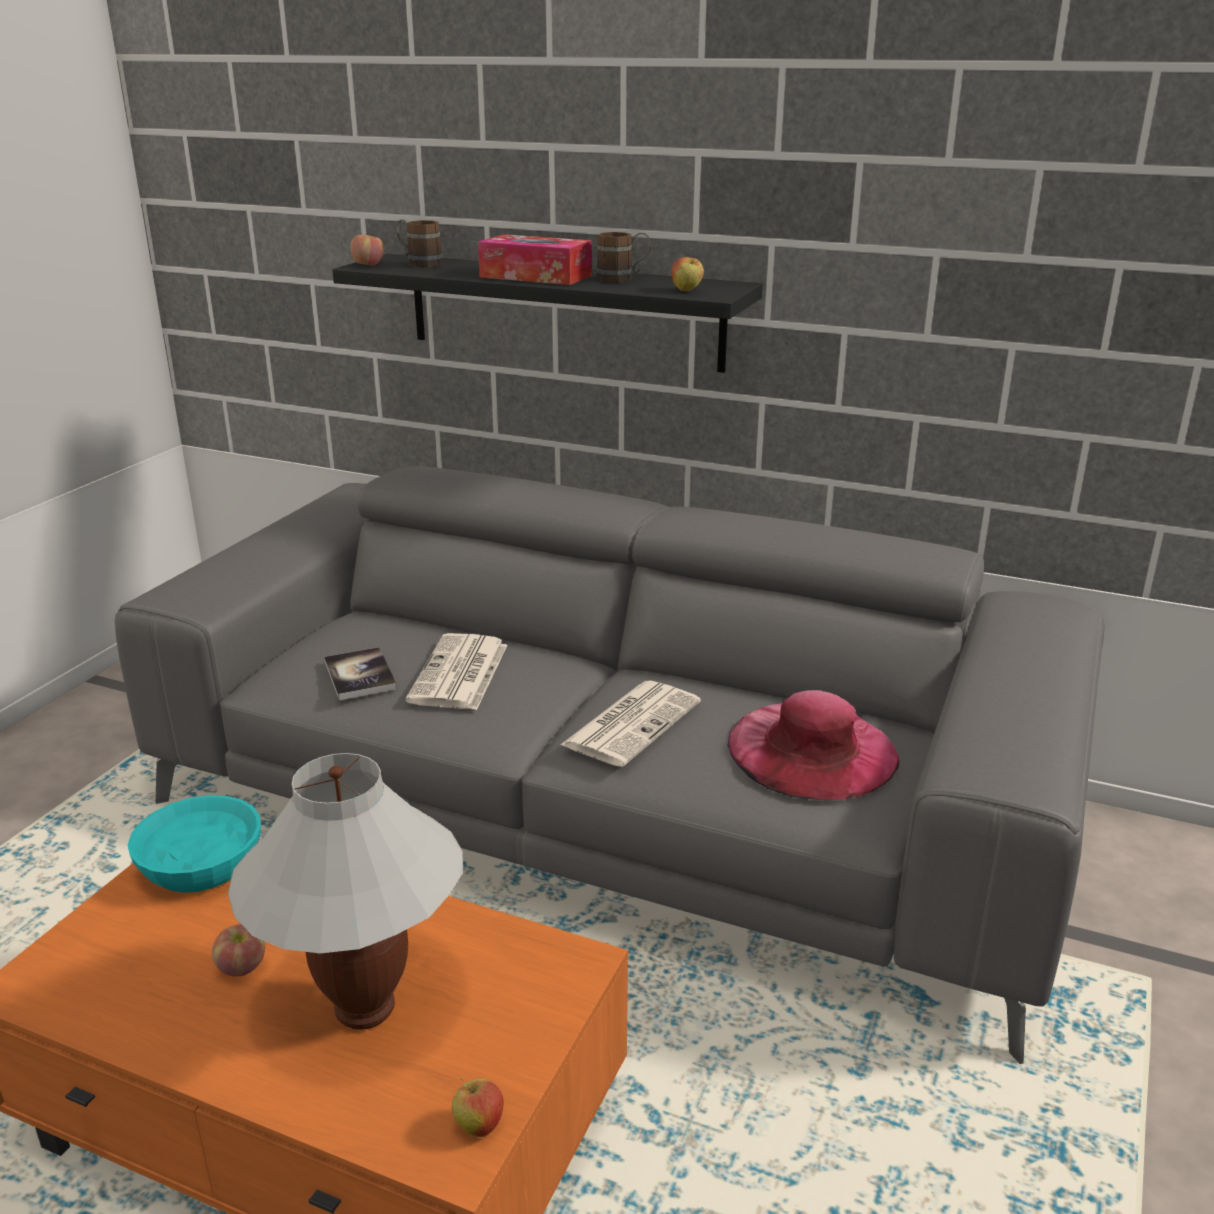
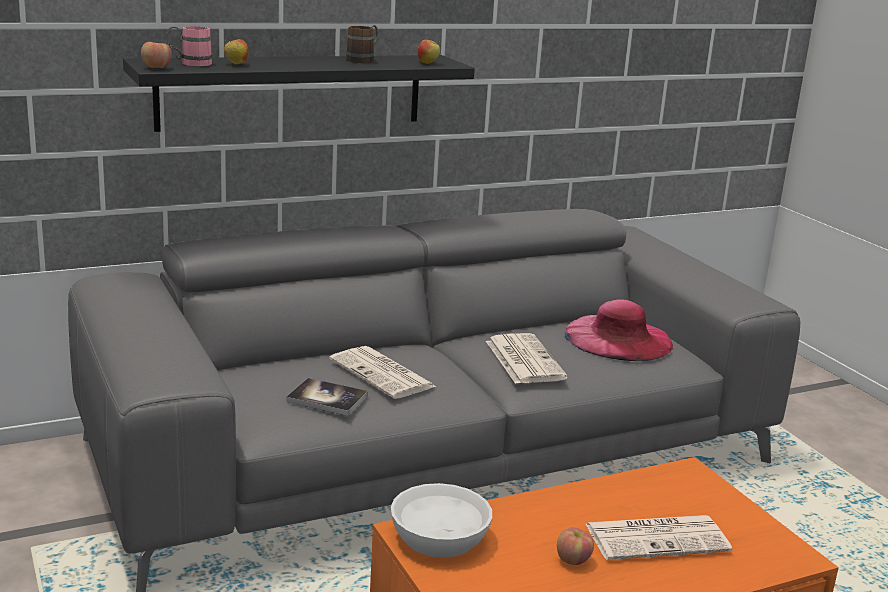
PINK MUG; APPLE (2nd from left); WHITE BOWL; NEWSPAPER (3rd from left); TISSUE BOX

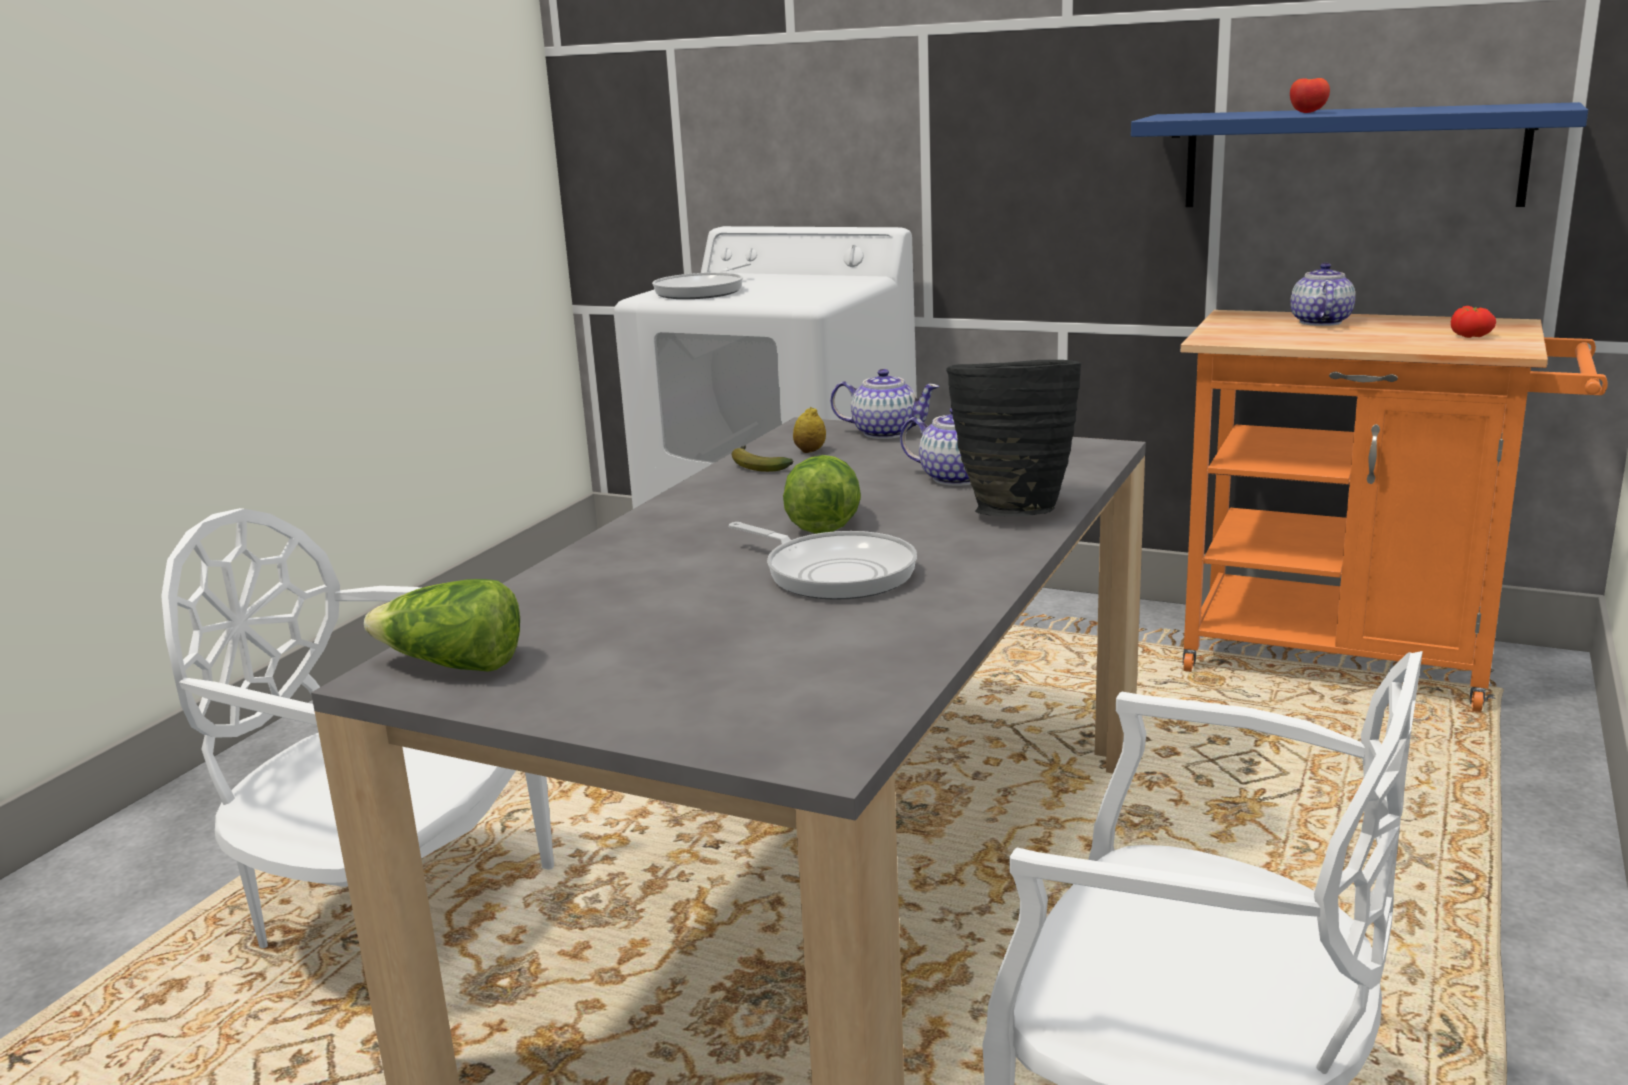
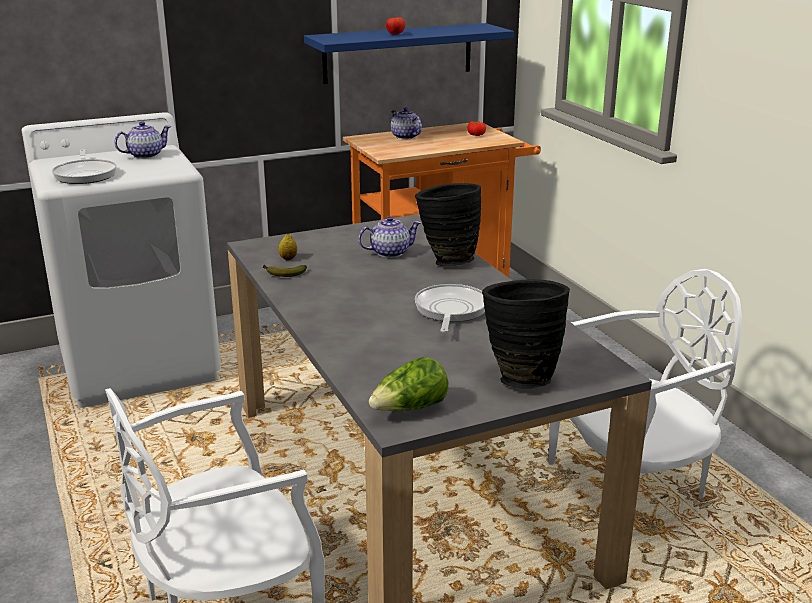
TEAPOT (1st from left); FRYING PAN (2nd from left); BLACK VASE (2nd from left); LETTUCE (2nd from left in the first image)

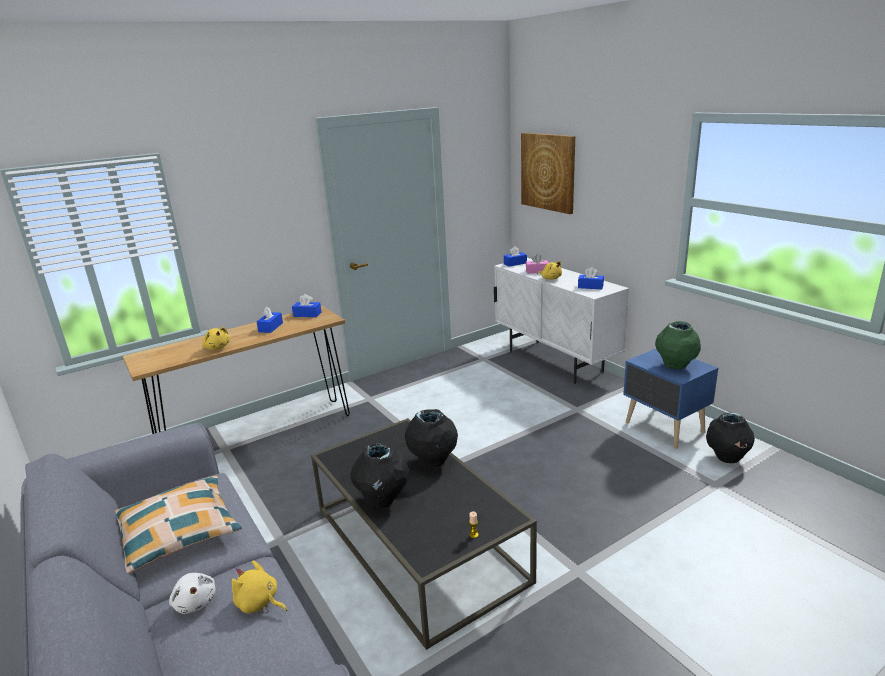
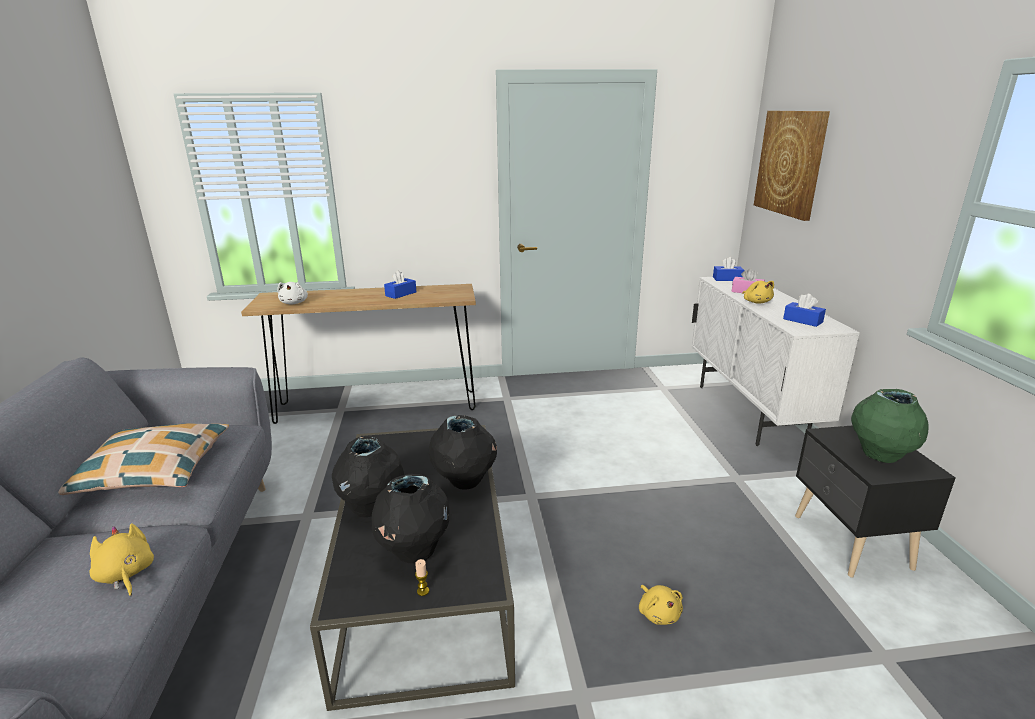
WHITE PLUSH TOY; BLACK VASE (2nd from left); YELLOW PLUSH TOY (2nd from left); BLACK NIGHTSTAND; BLUE TISSUE BOX (2nd from left in the first image)

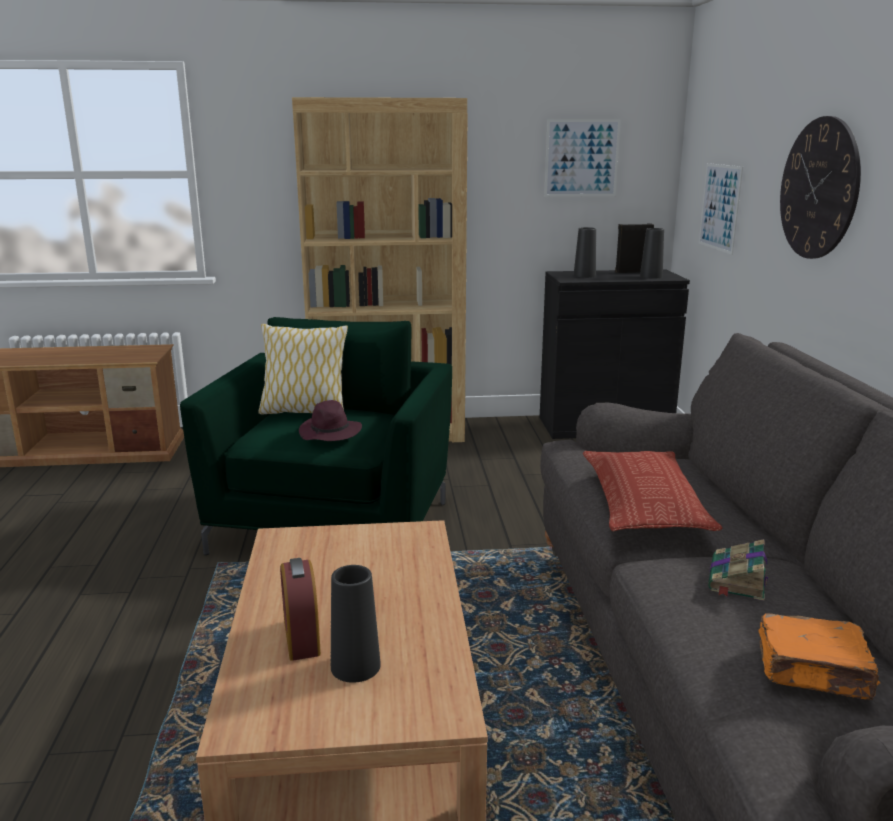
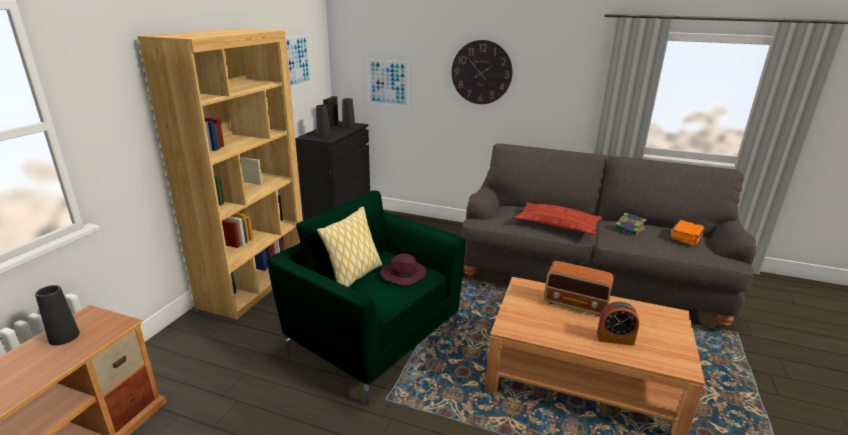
BLACK VASE (1st from left); RADIO

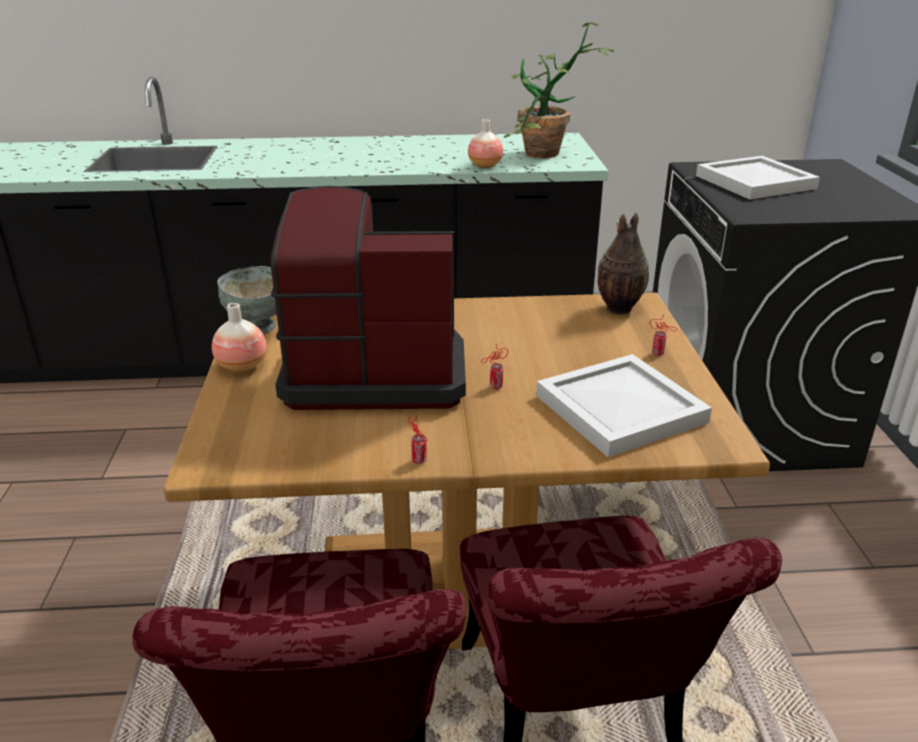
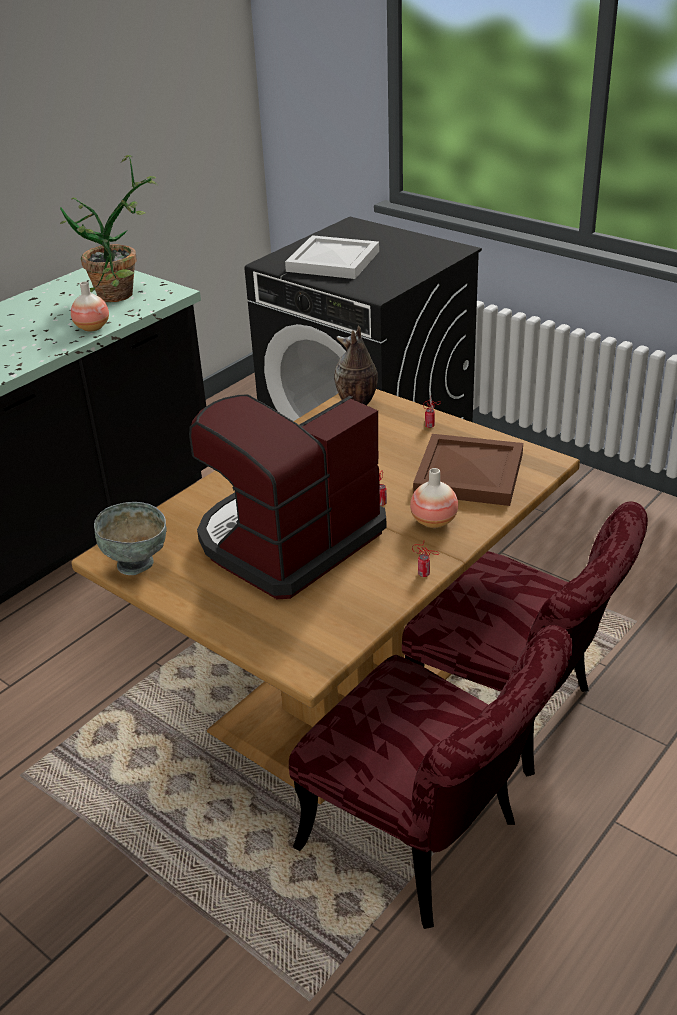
VASE (3rd from left); BROWN TRAY

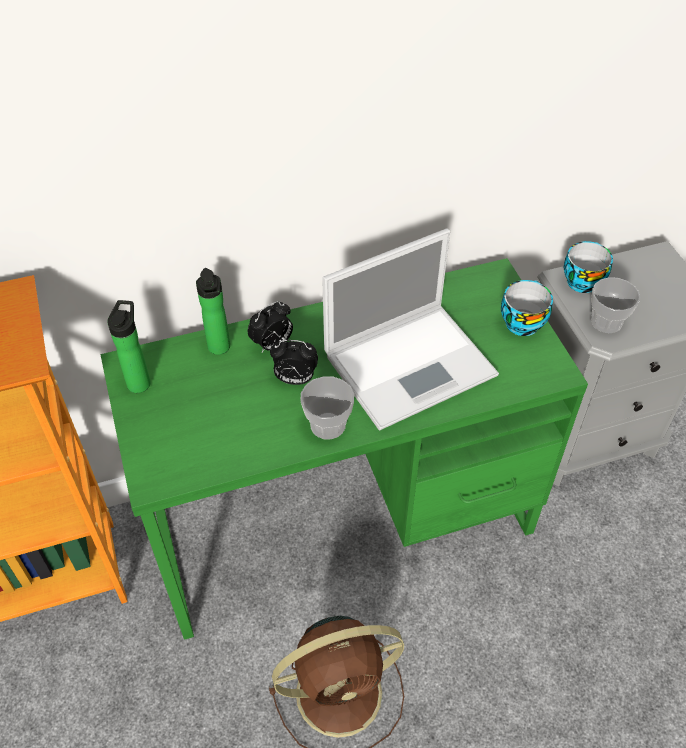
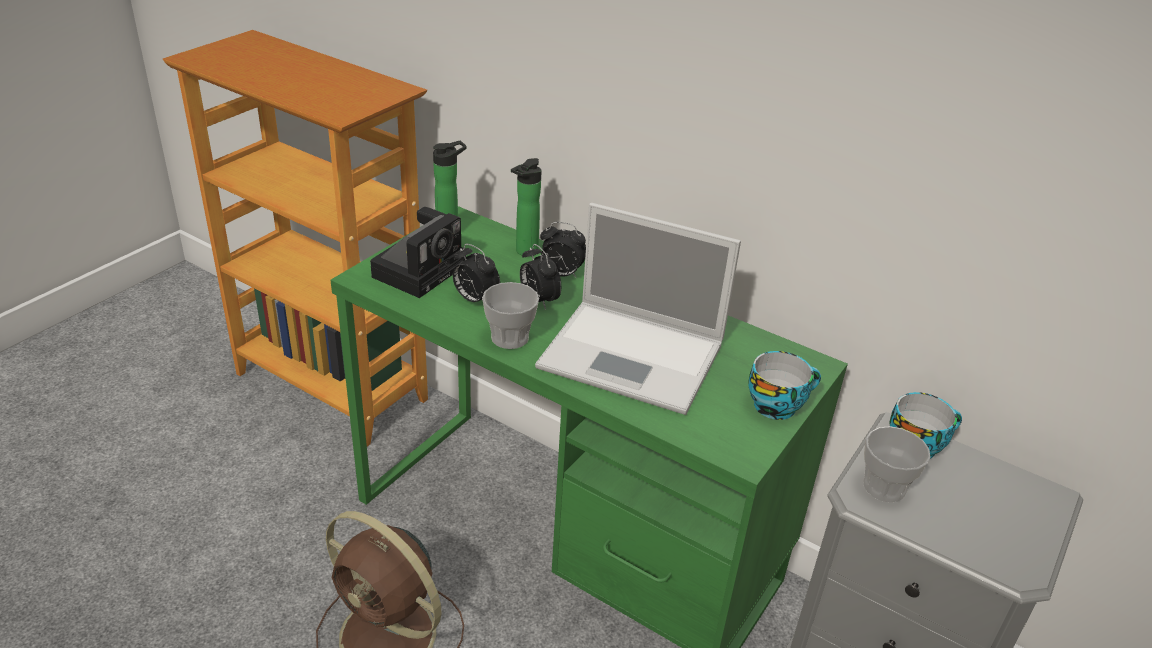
PHOTO CAMERA; ALARM CLOCK (1st from left)

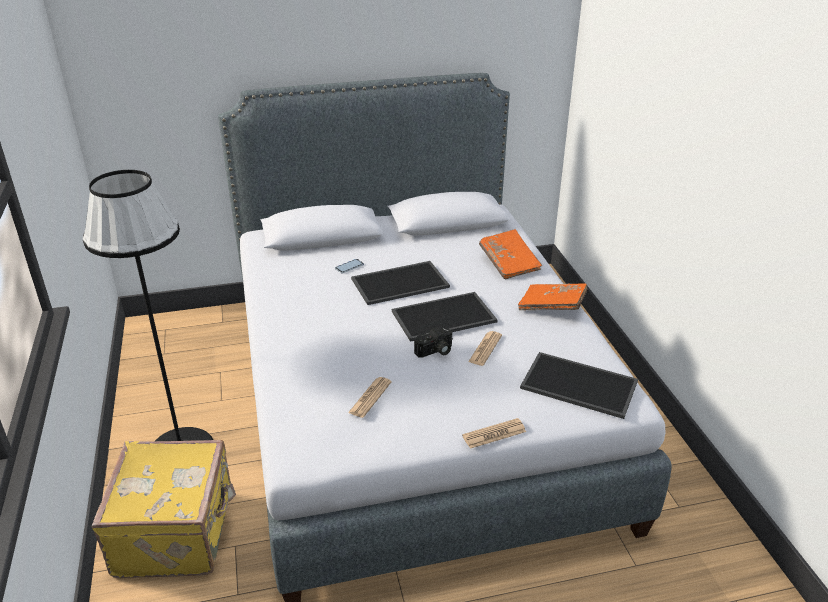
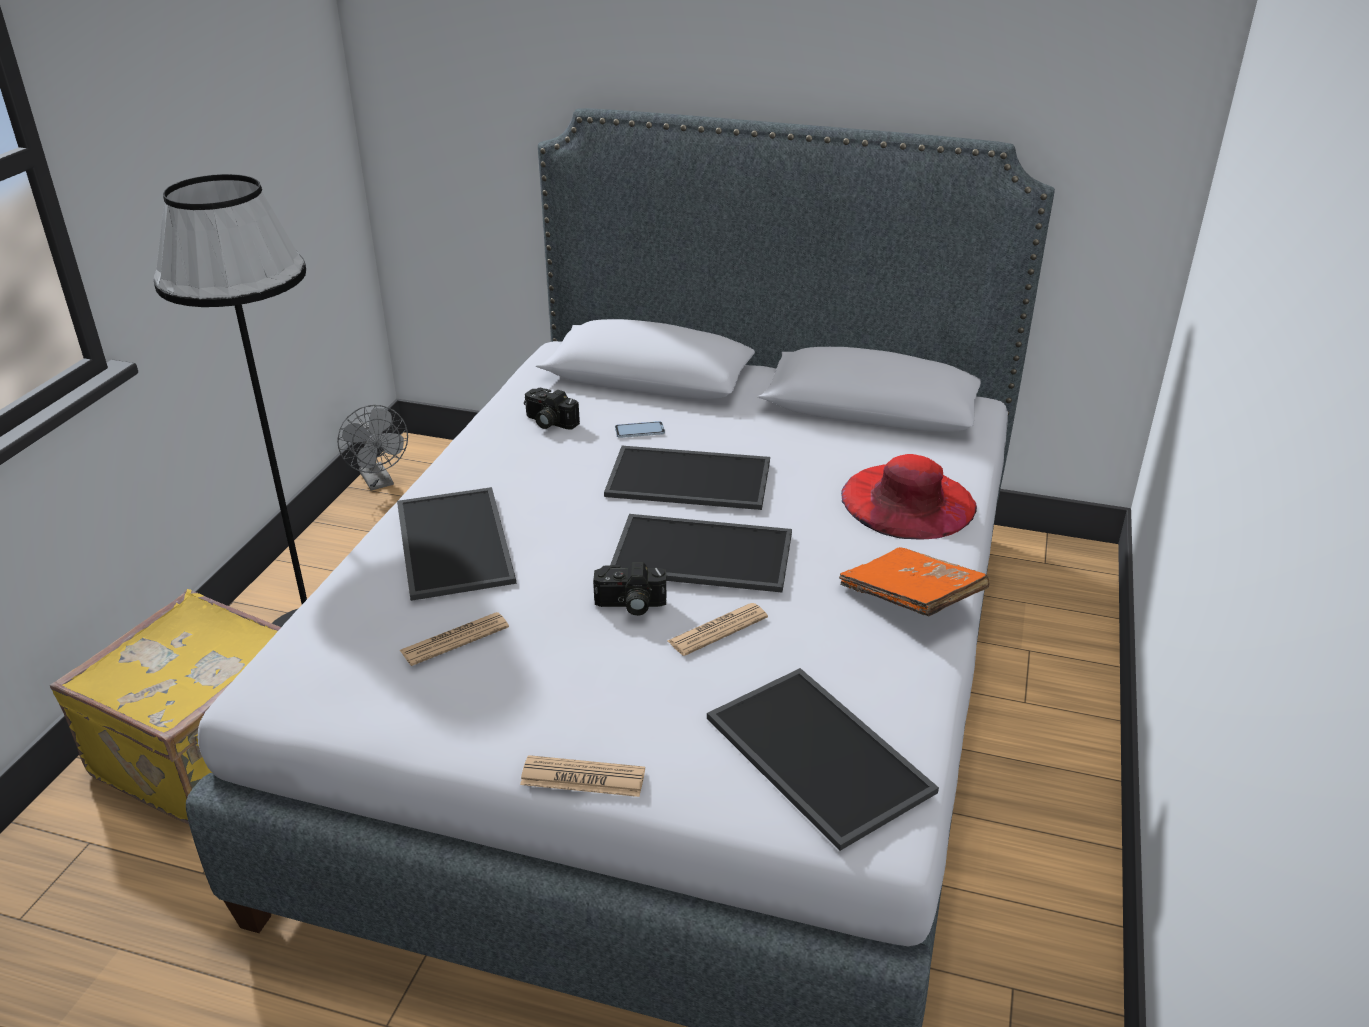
GREY FAN; TRAY (1st from left); PHOTO CAMERA (1st from left); RED HAT

